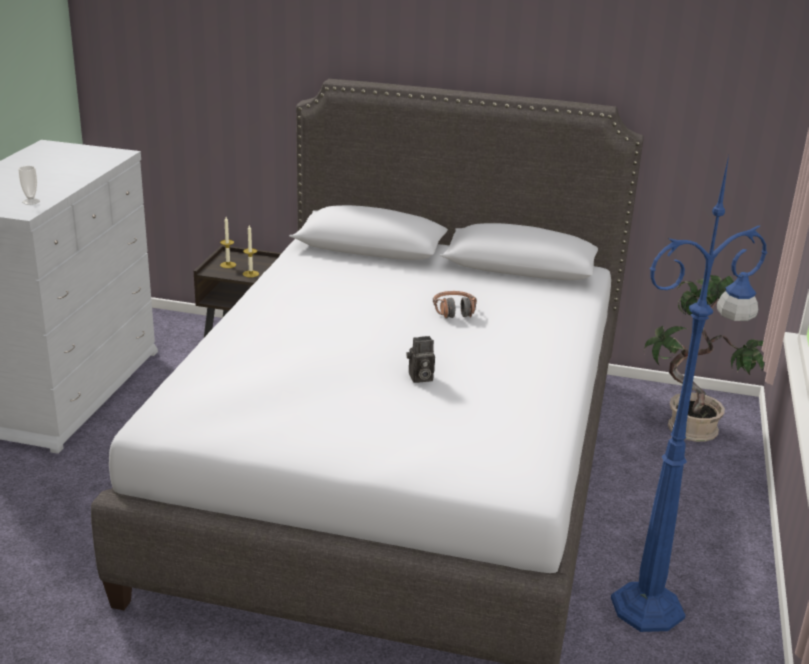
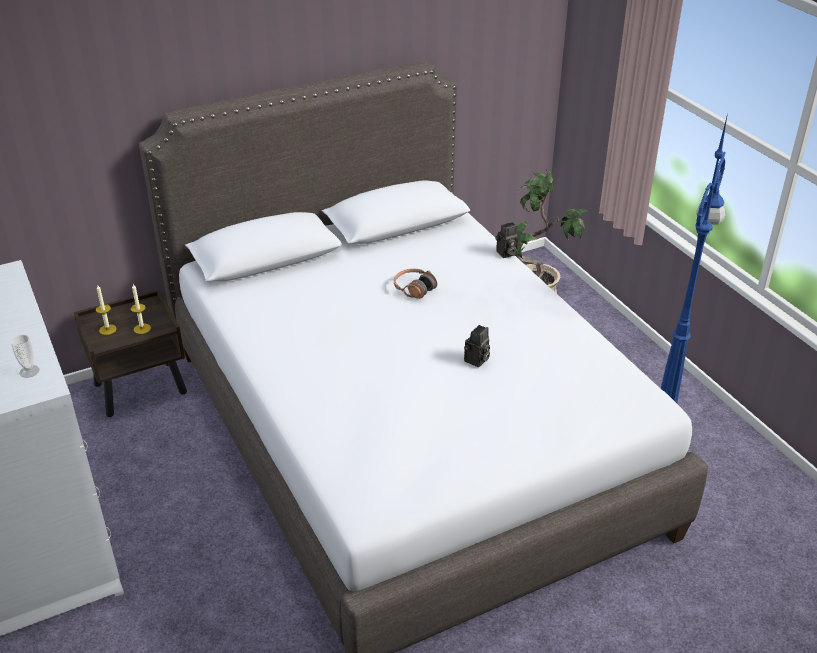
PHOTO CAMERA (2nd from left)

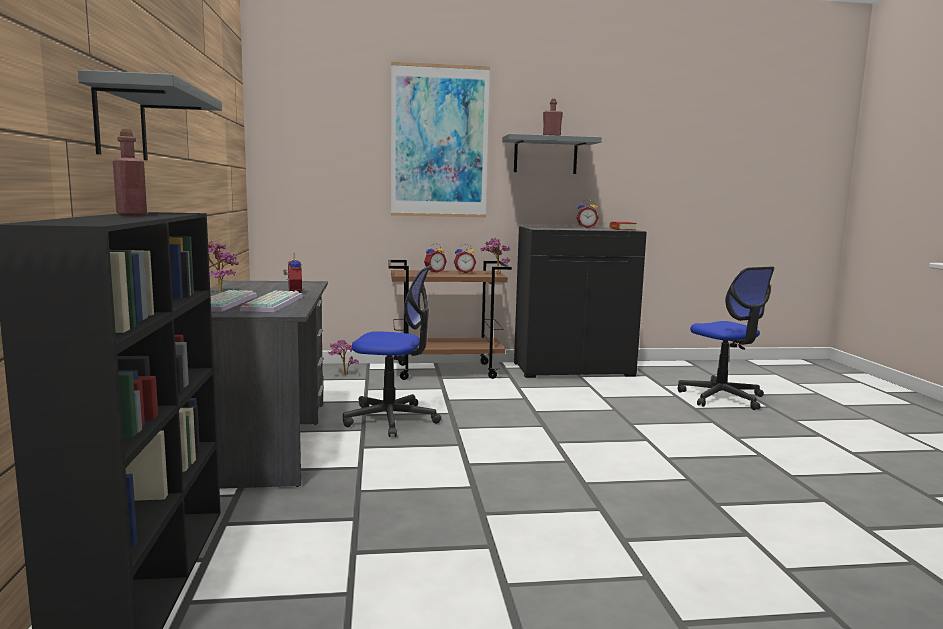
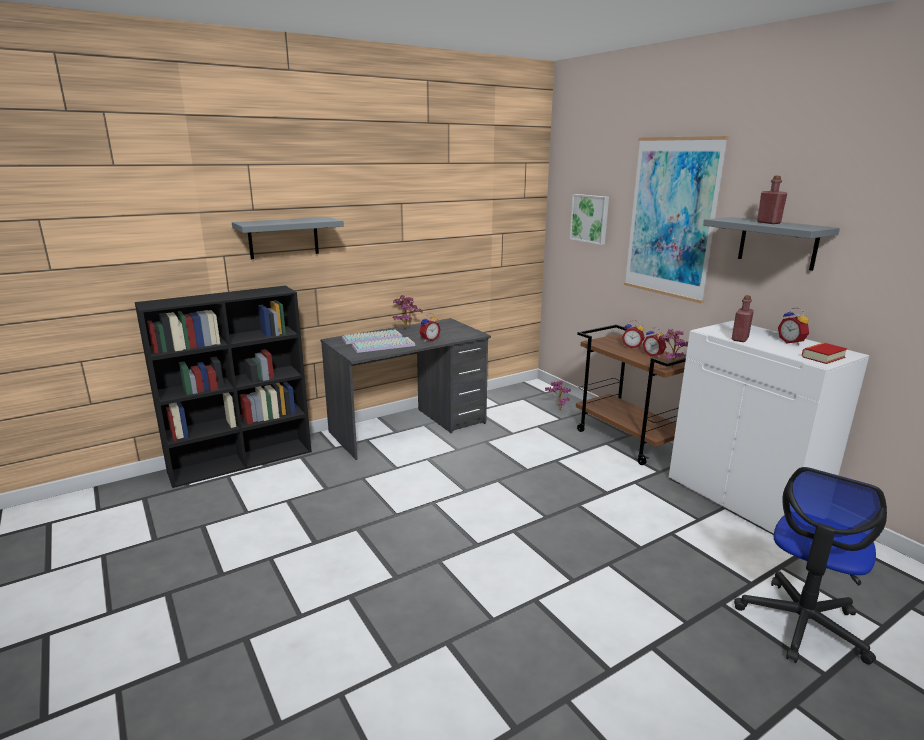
PICTURE (1st from left); WHITE CABINET; RED BOTTLE (1st from left); OFFICE CHAIR (1st from left in the first image)

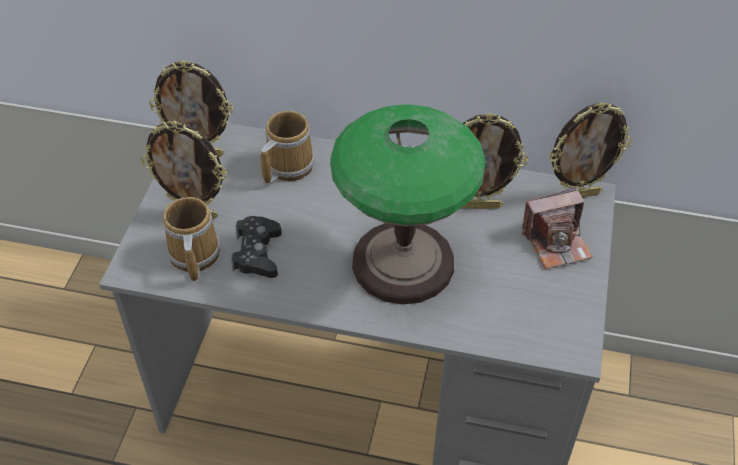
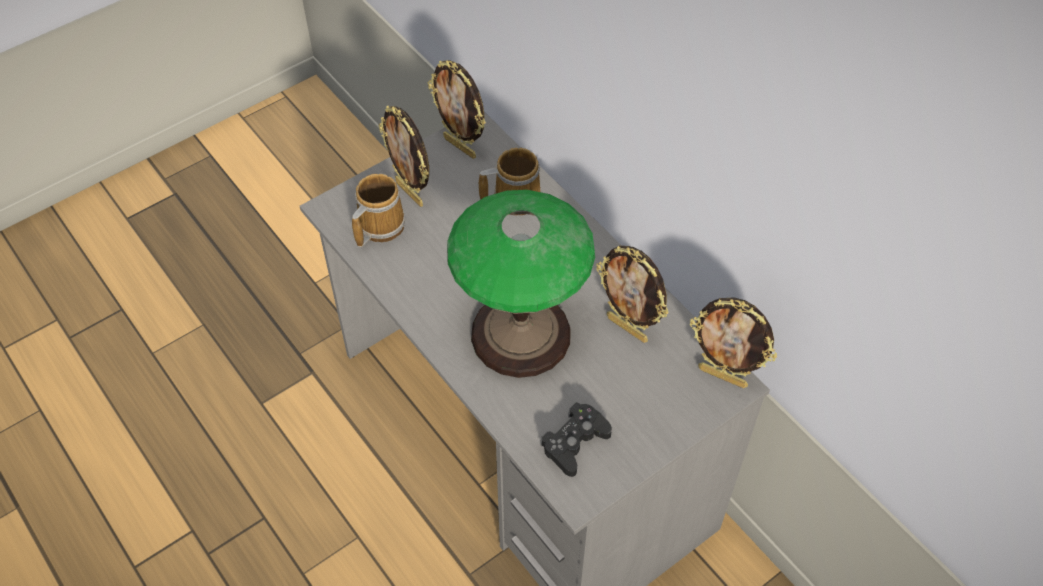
BLACK GAME CONTROLLER; PHOTO CAMERA

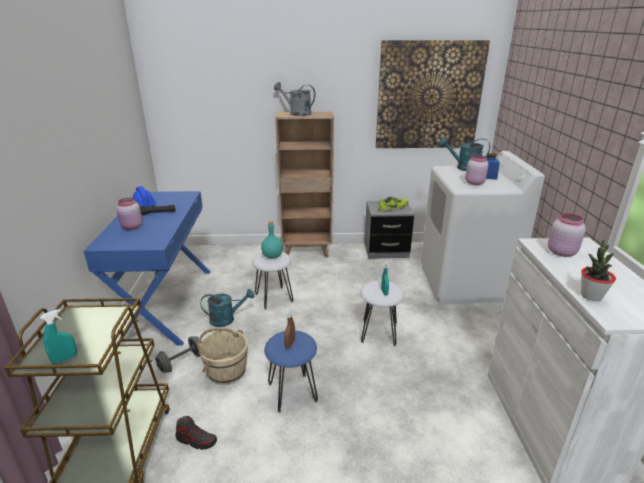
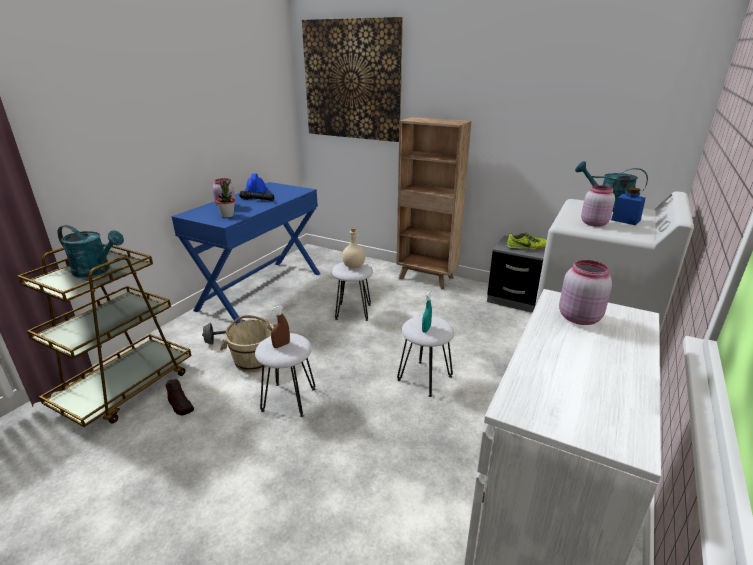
TURQUOISE WATERING CAN (1st from left); POTTED PLANT; WHITE STOOL (1st from left); PICTURE; BEIGE BOTTLE; TURQUOISE SPRAY BOTTLE (1st from left in the first image); GREY WATERING CAN

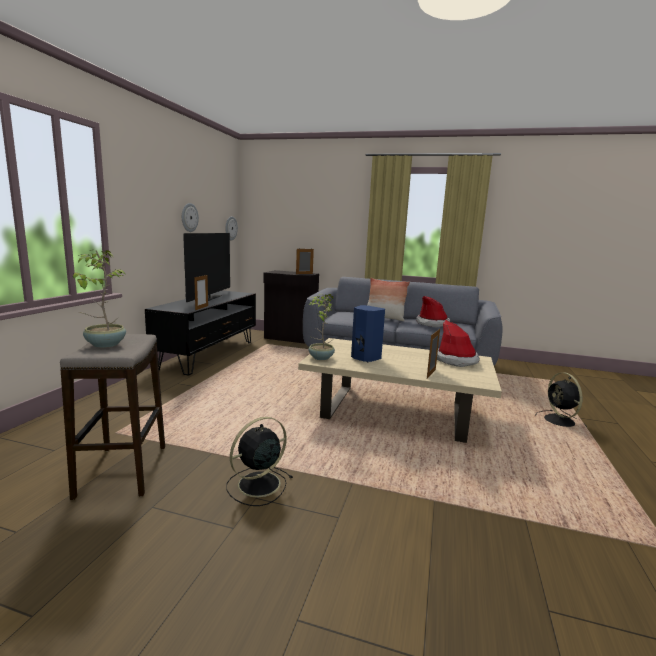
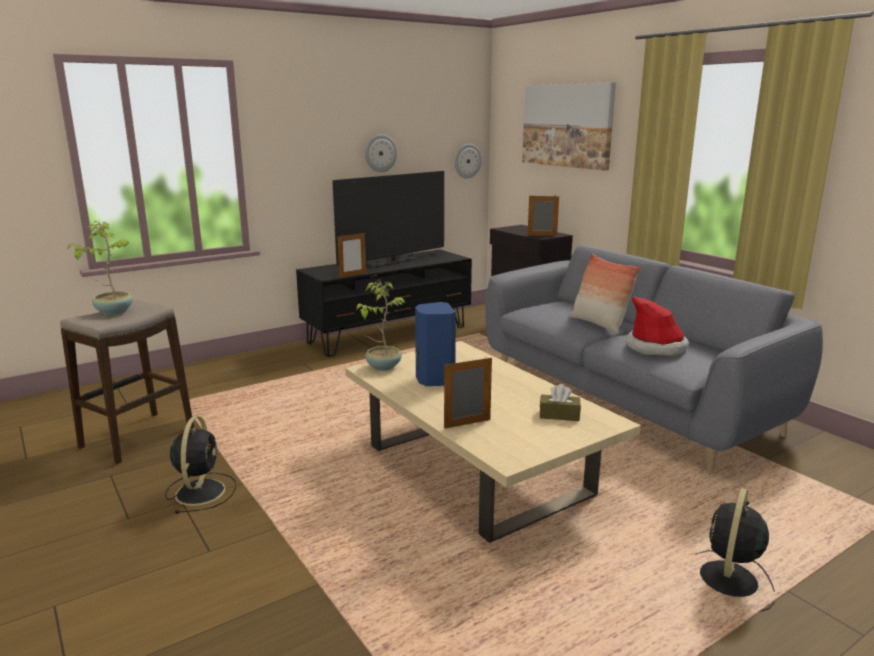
BLACK FAN (1st from left); PICTURE; BROWN TISSUE BOX

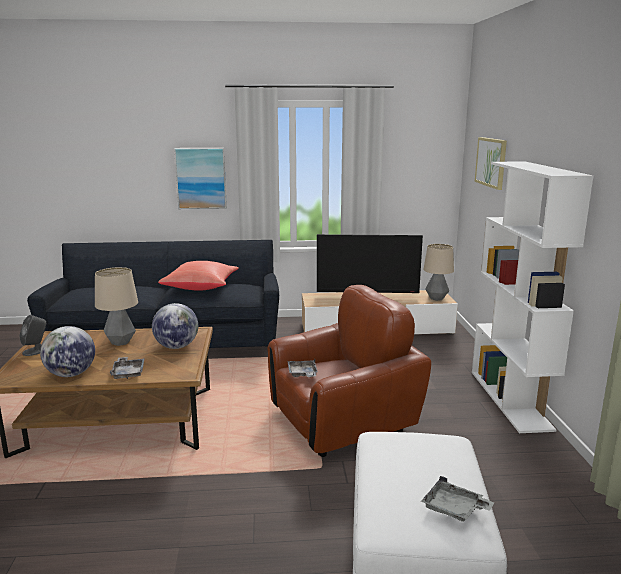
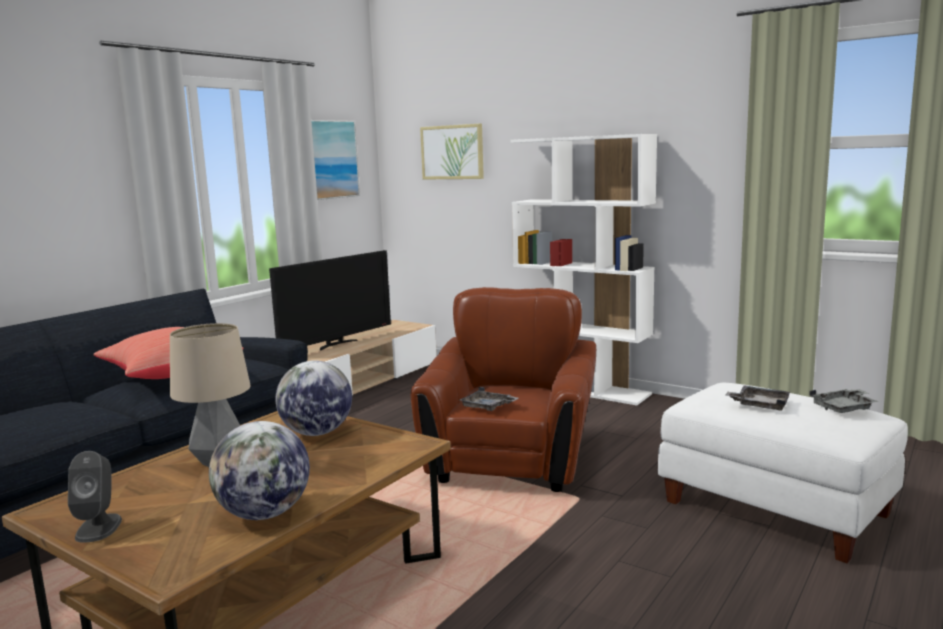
PICTURE (1st from left); GREY TRAY (2nd from left); TABLE LAMP (2nd from left in the first image)

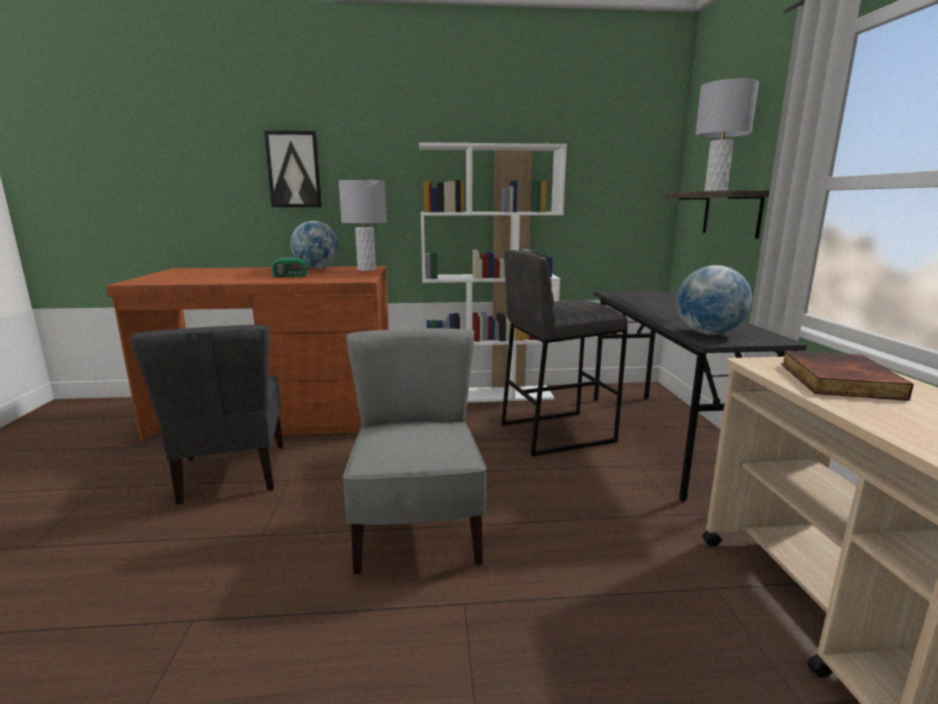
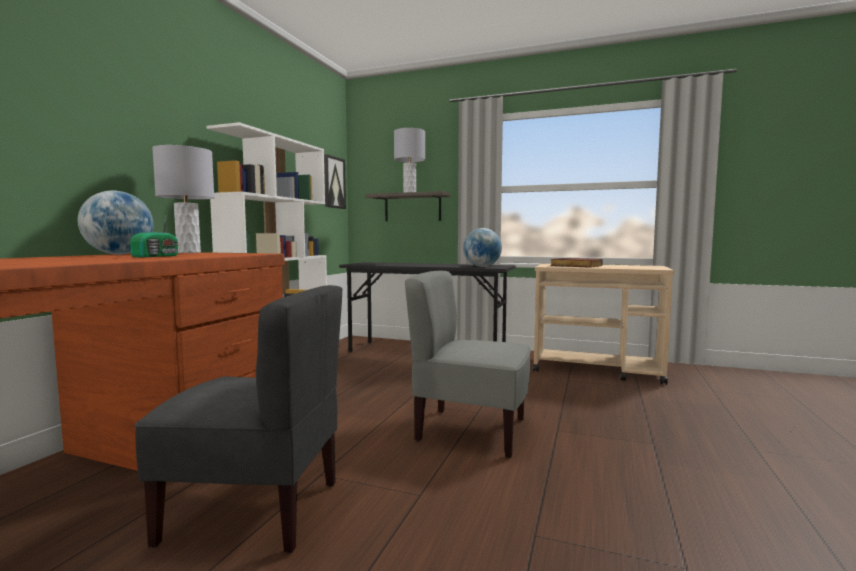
PICTURE; GREY STOOL

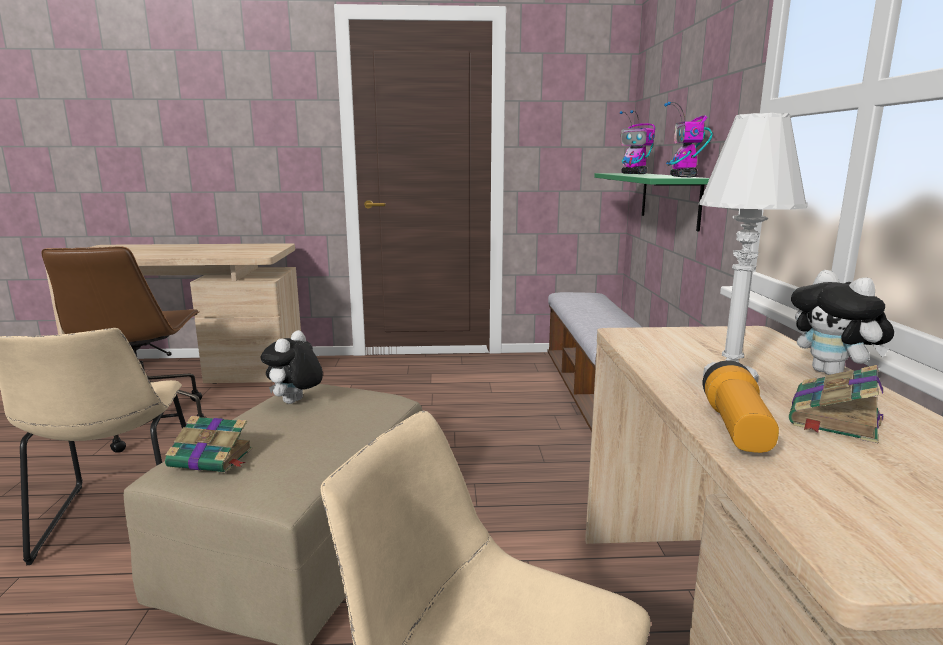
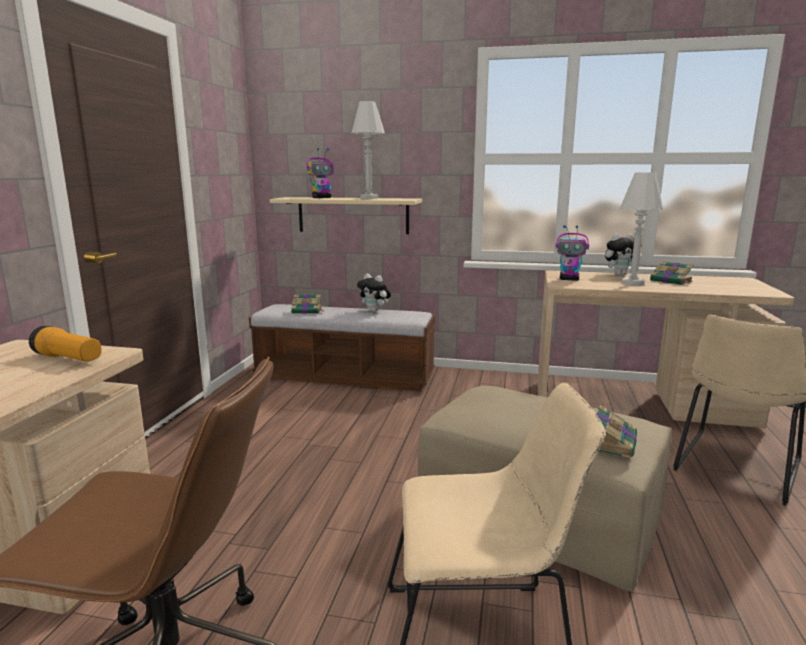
FLASHLIGHT; BEIGE SHELF; BOOK (1st from left); WHITE TABLE LAMP (1st from left); PLUSH TOY (1st from left); TOY ROBOT (2nd from left)

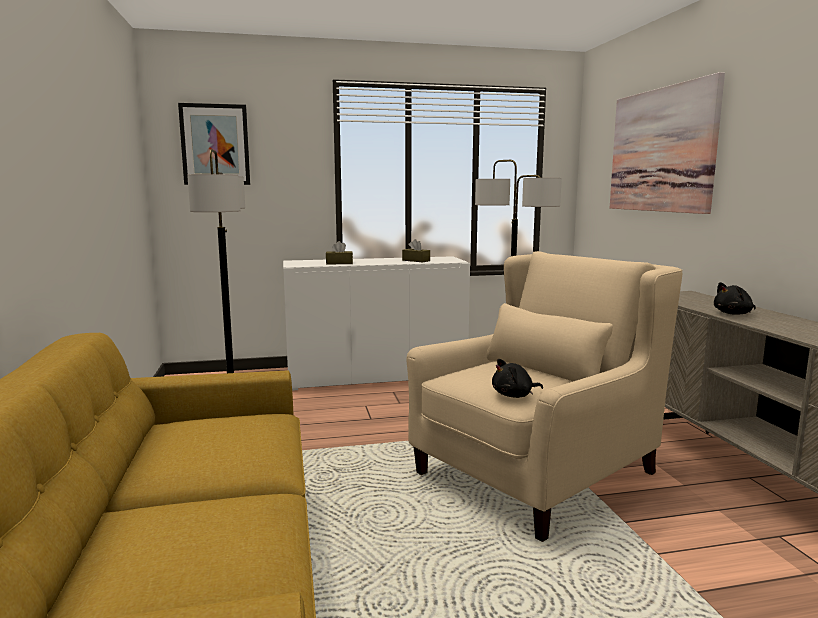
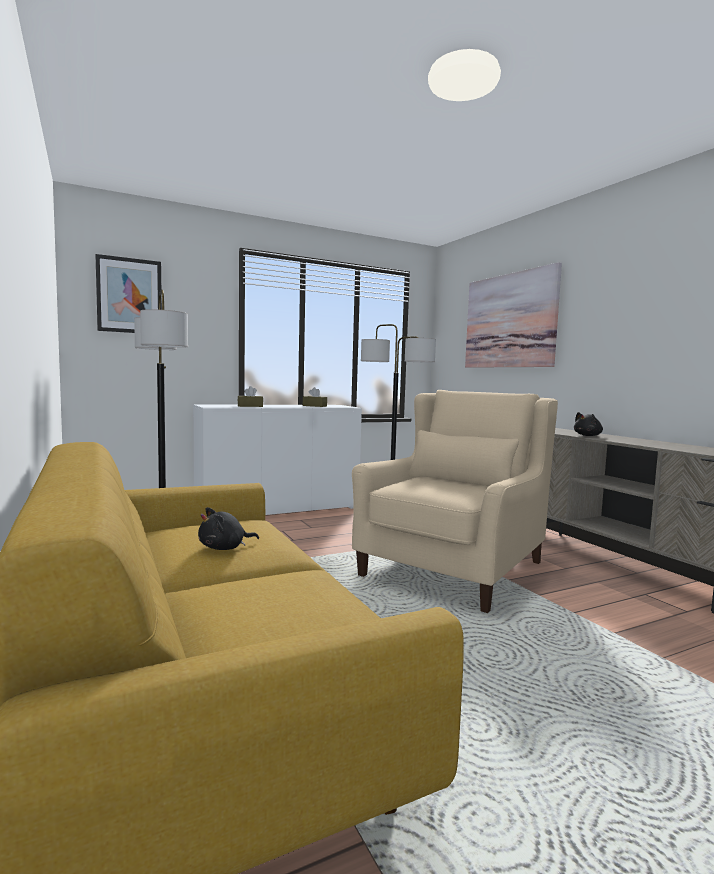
BLACK PLUSH TOY (1st from left)

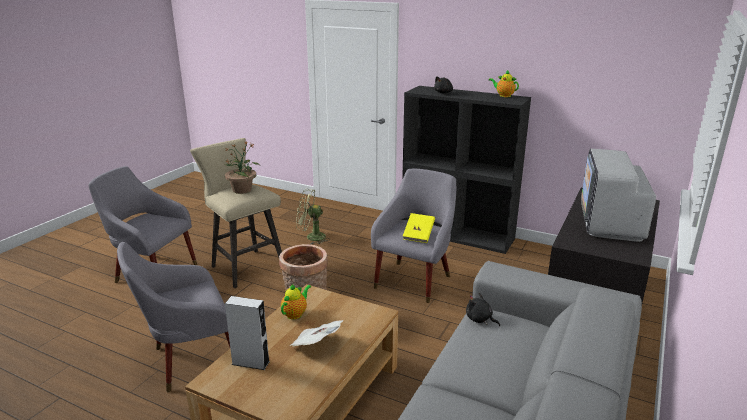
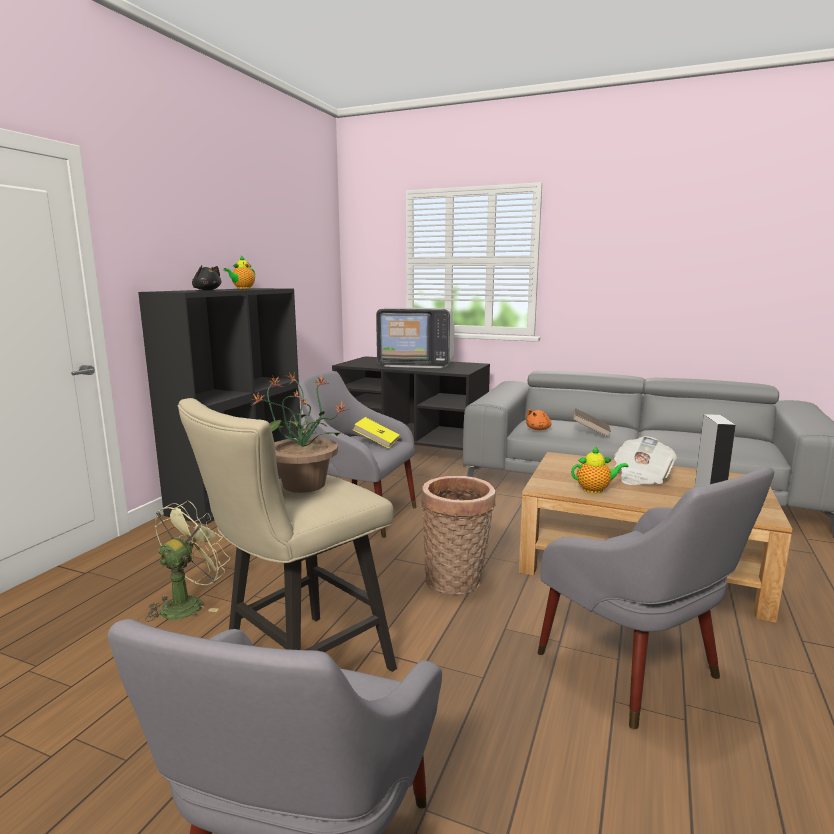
GREEN FAN; ORANGE PLUSH TOY; TEAPOT (2nd from left); BROWN BOOK

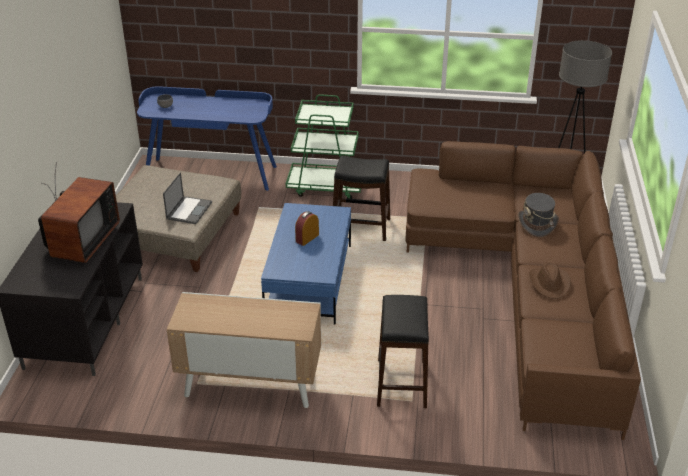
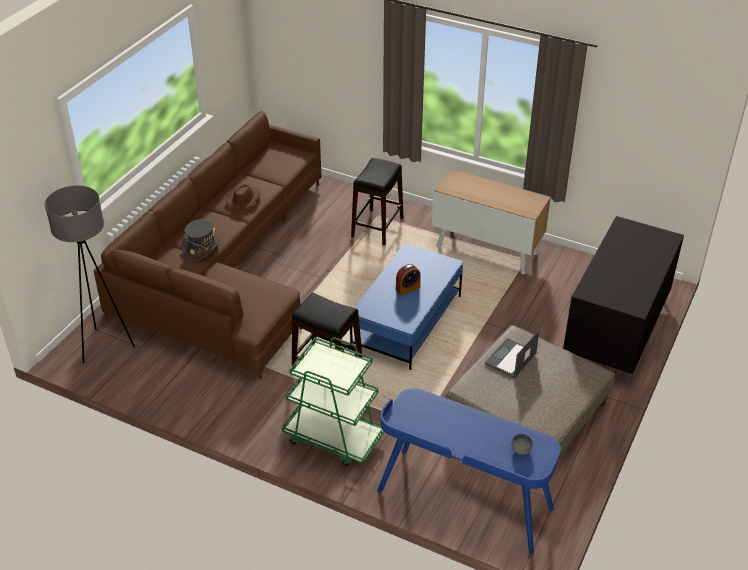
TELEVISION

